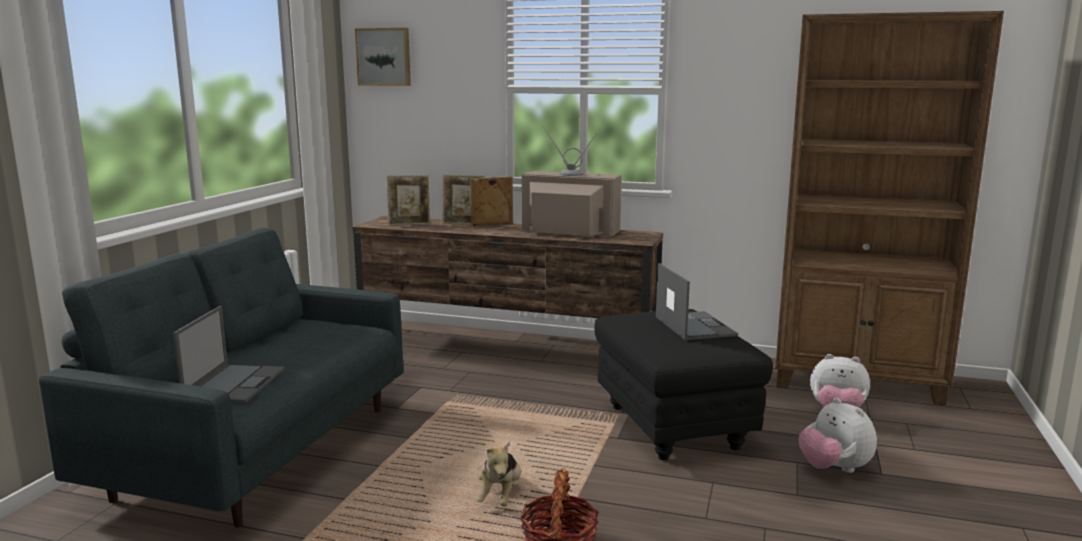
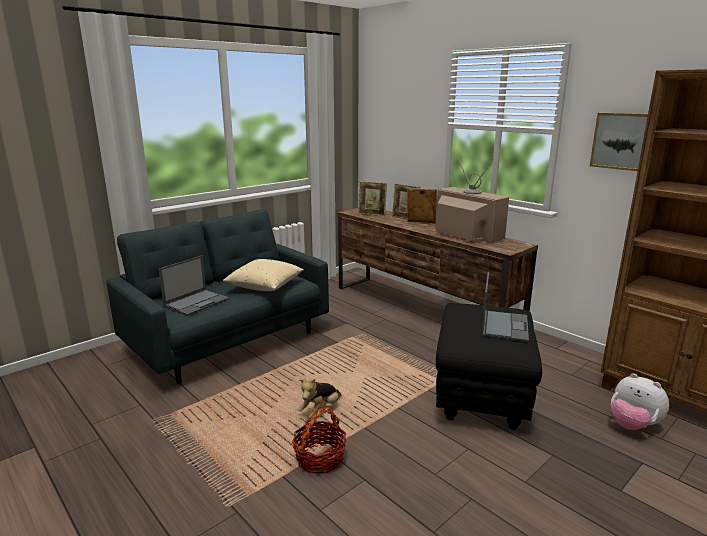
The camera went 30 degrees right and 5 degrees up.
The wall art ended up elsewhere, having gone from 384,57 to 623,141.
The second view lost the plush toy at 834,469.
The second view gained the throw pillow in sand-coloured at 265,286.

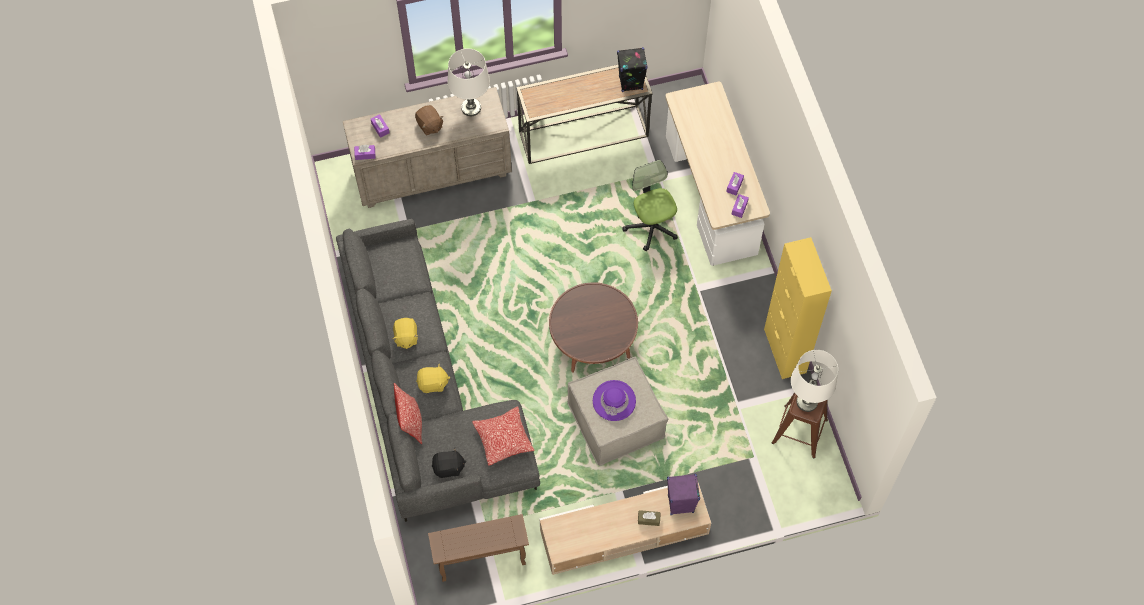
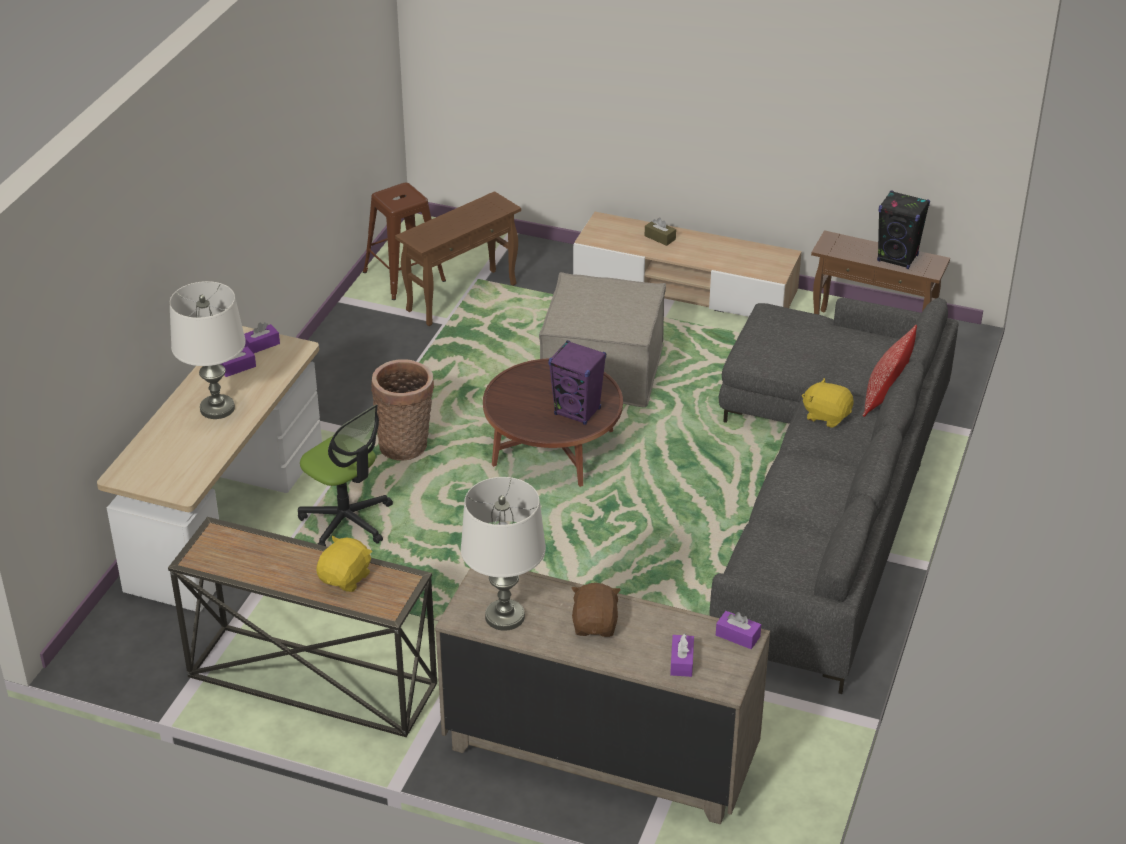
The camera went 145 degrees left and 25 degrees down.
The plush toy in yellowish ended up elsewhere, having gone from 406,337 to 346,578.
The second view lost the plush toy in blackish at 448,468.
The second view lost the throw pillow at 503,439.
The second view lost the clothing hat in purple at 614,401.
The loudspeaker in blackish ended up elsewhere, having gone from 630,83 to 898,258.
The desk chair at 651,226 ended up facing another way, 60 degrees counterclockwise from before.
The loudspeaker in purple ended up elsewhere, having gone from 680,504 to 577,412.
The second view lost the storage cabinet in yellowish at 785,351.
The tabletop lamp in whitish ended up elsewhere, having gone from 806,402 to 217,408.
The second view gained the household basket at 406,445.
The second view gained the side table in brownish at 461,297.

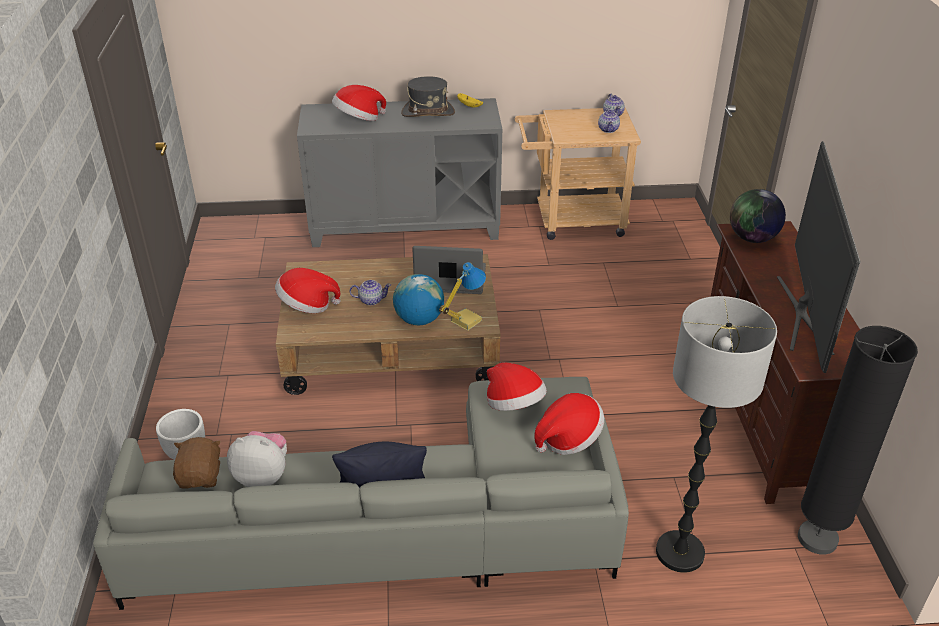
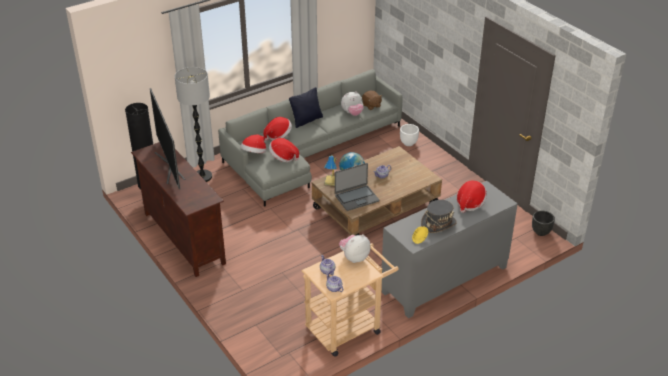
The camera went 150 degrees right and 0 degrees up.
The clothing hat ended up elsewhere, having gone from 307,305 to 278,135.
The second view lost the desk globe at 752,238.
The second view gained the plush toy at 354,257.
The second view gained the plant pot in blackish at 541,232.

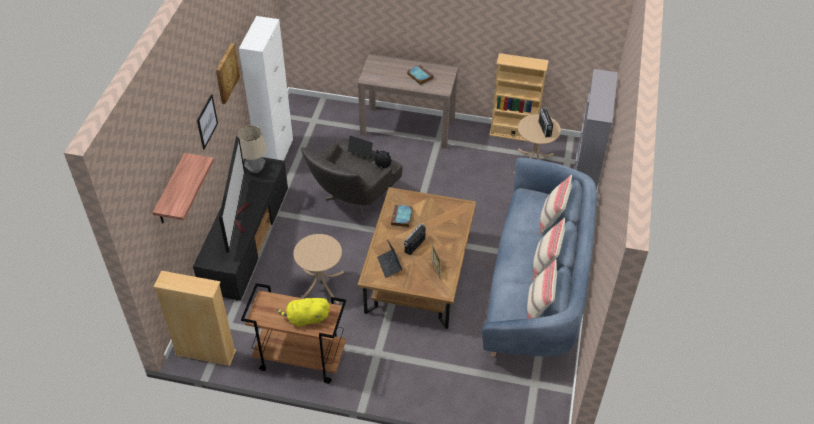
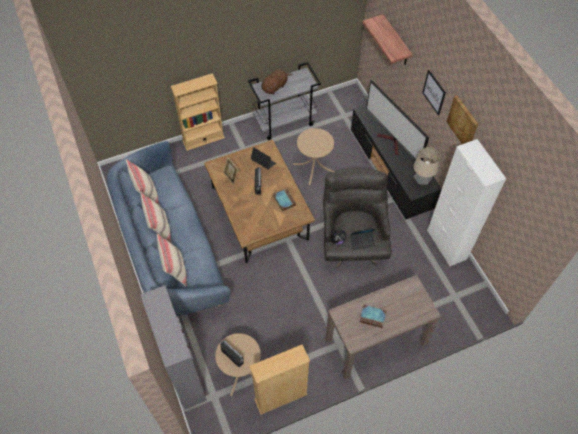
The camera went 145 degrees right and 10 degrees up.
The bookcase in sand-coloured ended up elsewhere, having gone from 205,353 to 203,139.
What was the cart in brownish at 300,359 turned into the cart in gray at 285,121.
What was the plush toy in yellowish at 306,318 turned into the plush toy in brownish at 275,86.

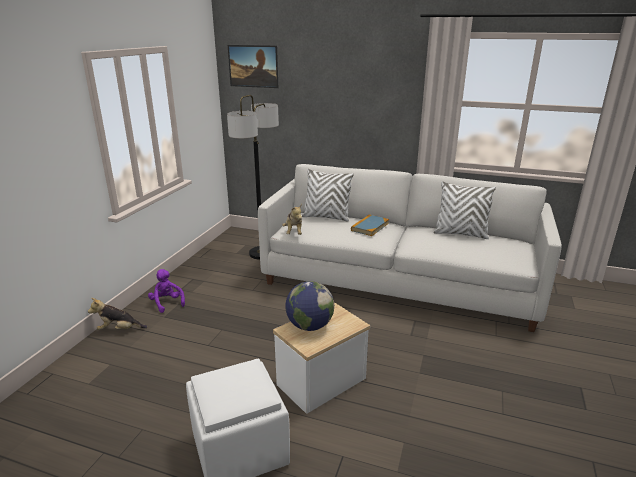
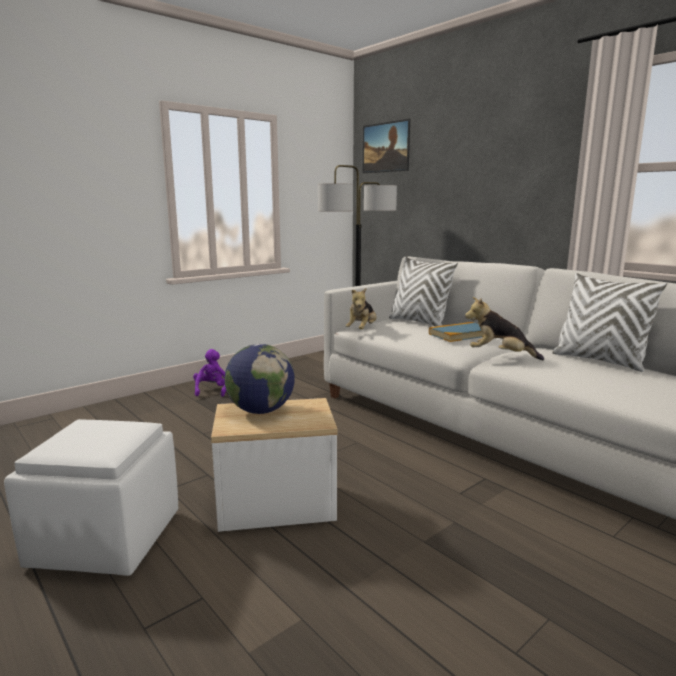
The camera went 30 degrees right and 10 degrees down.
The plush toy ended up elsewhere, having gone from 119,329 to 500,355.

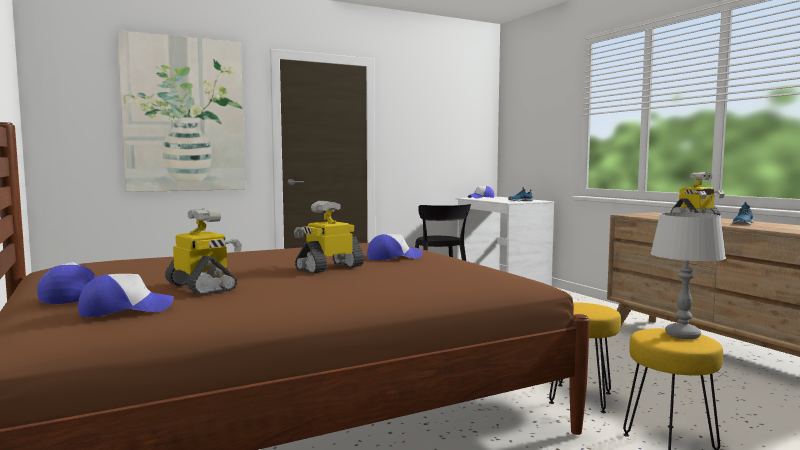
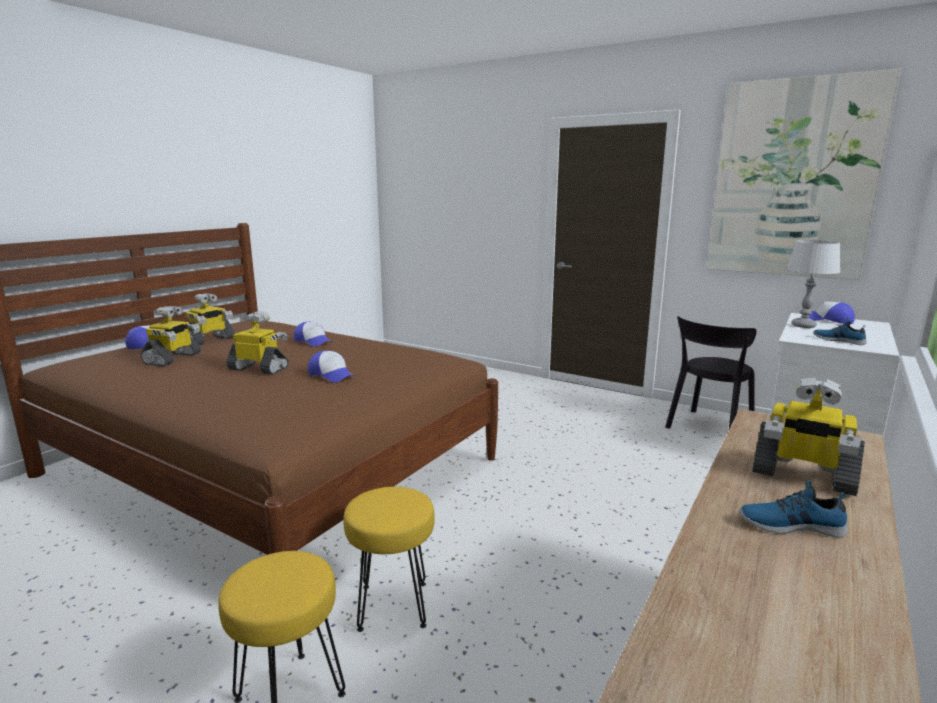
The camera went 60 degrees right and 10 degrees up.
The peaked cap ended up elsewhere, having gone from 126,310 to 313,341.
The wall art ended up elsewhere, having gone from 184,114 to 793,179.
The tabletop lamp in gray ended up elsewhere, having gone from 682,335 to 803,325.
The second view gained the robot figure at 209,340.

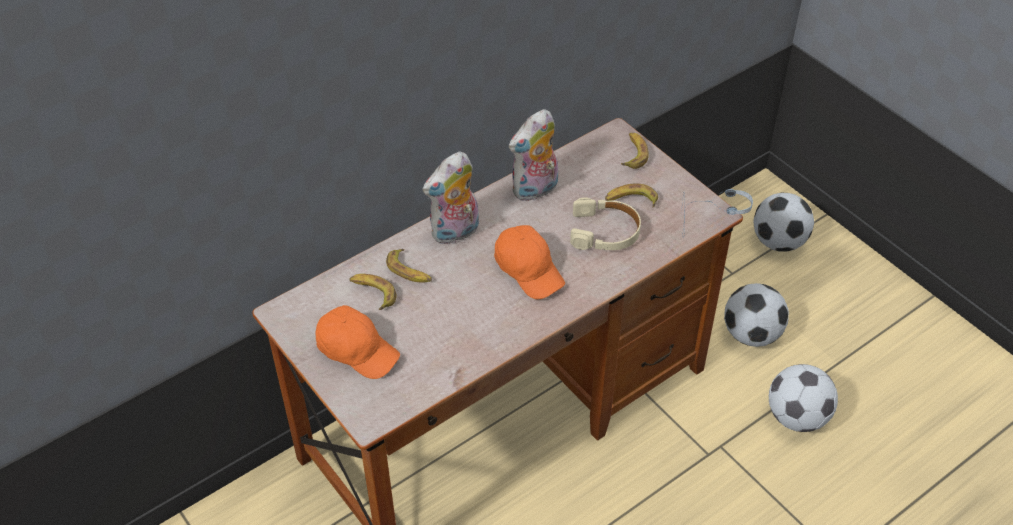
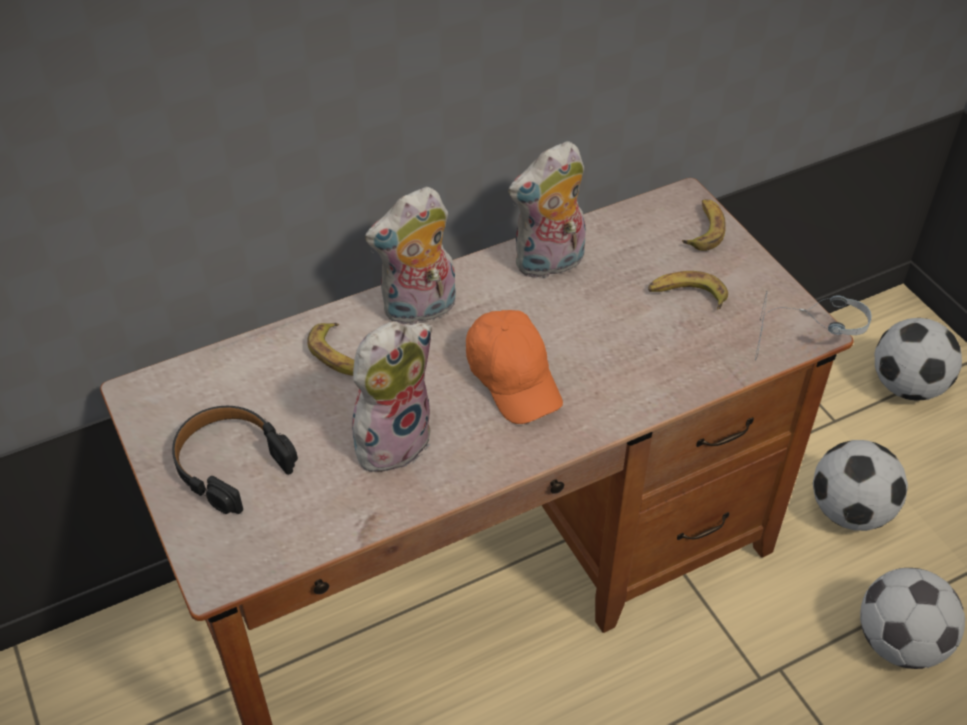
The camera went 10 degrees right and 0 degrees up.
Where the peaked cap in orange stood at 357,350, the pair of headphones in blackish came to stand at 231,464.
The second view lost the banana fruit at 372,293.
The second view lost the pair of headphones in sand-coloured at 605,232.
The second view gained the plush toy at 392,439.

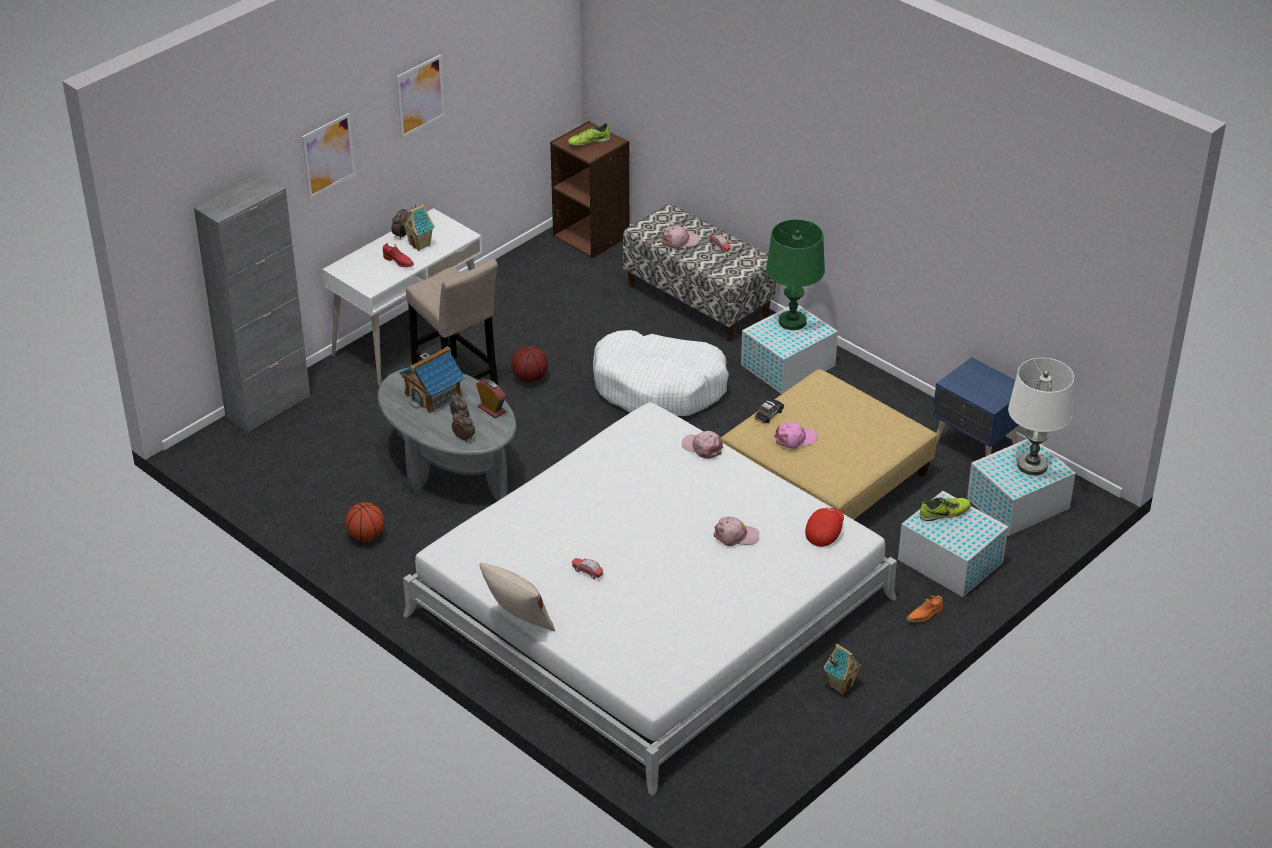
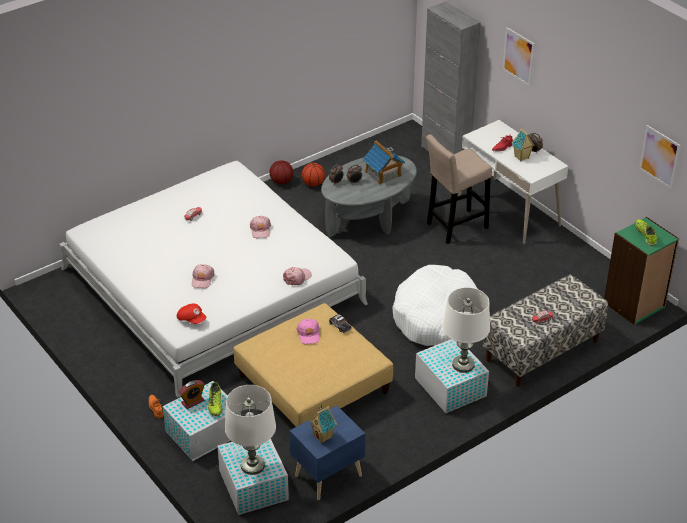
The camera went 100 degrees right and 0 degrees up.
The wall art ended up elsewhere, having gone from 420,96 to 659,157.
The alarm clock ended up elsewhere, having gone from 491,409 to 192,402.
The second view lost the throw pillow in sand-coloured at 518,622.
The ball for basketball ended up elsewhere, having gone from 530,377 to 281,182.
What was the bookcase in brownish at 592,236 turned into the bookcase in green-coloured at 634,305.
The peaked cap in pinkish ended up elsewhere, having gone from 680,241 to 260,230.
What was the tabletop lamp in green-coloured at 792,322 turned into the tabletop lamp in whitish at 463,365.
The miniature house ended up elsewhere, having gone from 840,685 to 323,436.

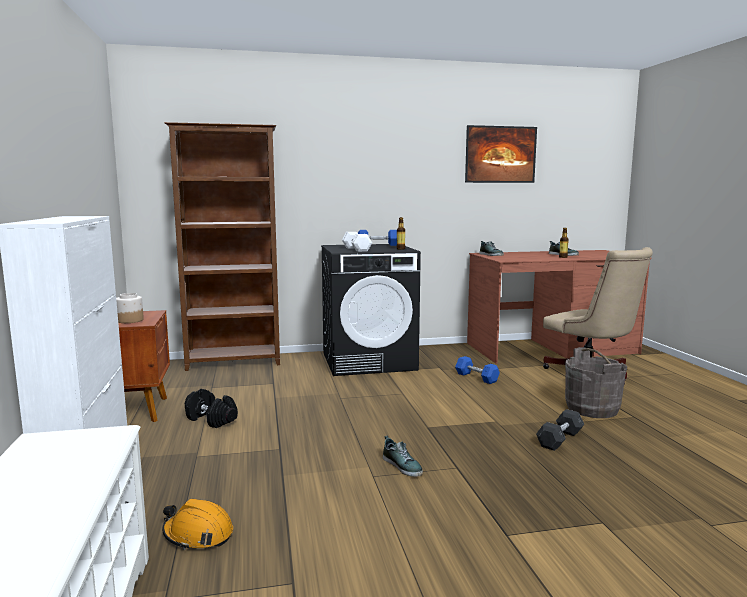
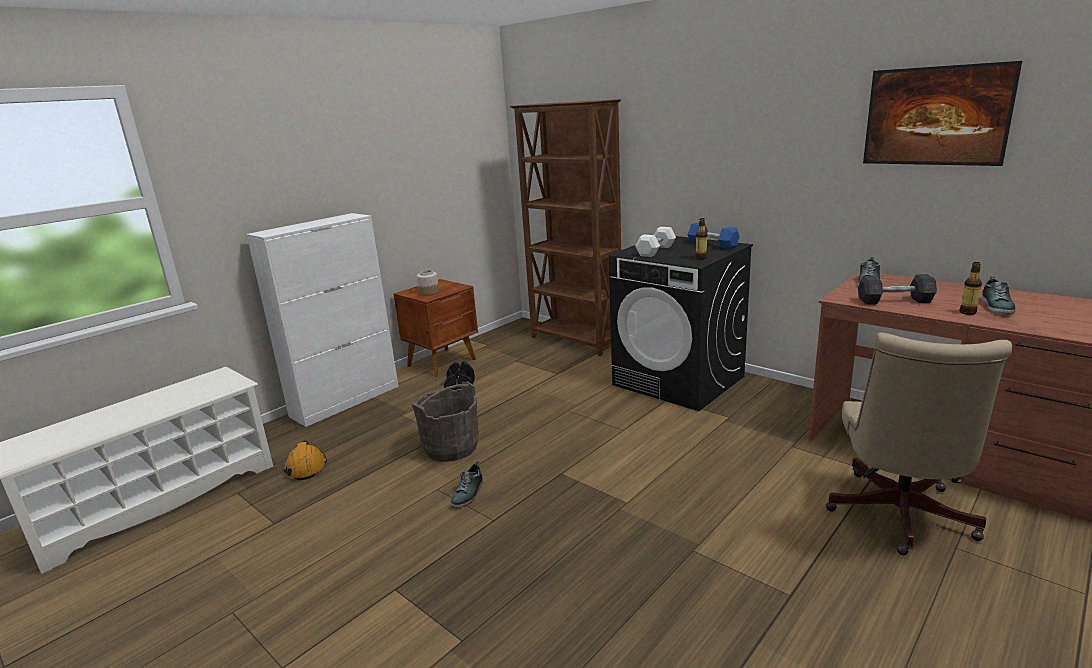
The camera went 55 degrees right and 10 degrees up.
The second view lost the hand weight in bluish at 476,377.
The hand weight in gray ended up elsewhere, having gone from 560,439 to 894,301.
The bucket in gray ended up elsewhere, having gone from 592,409 to 451,447.

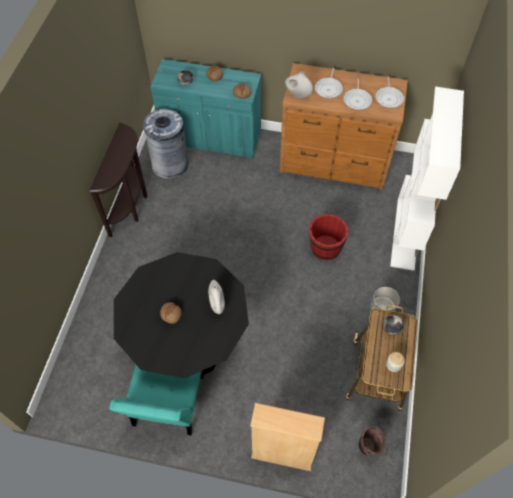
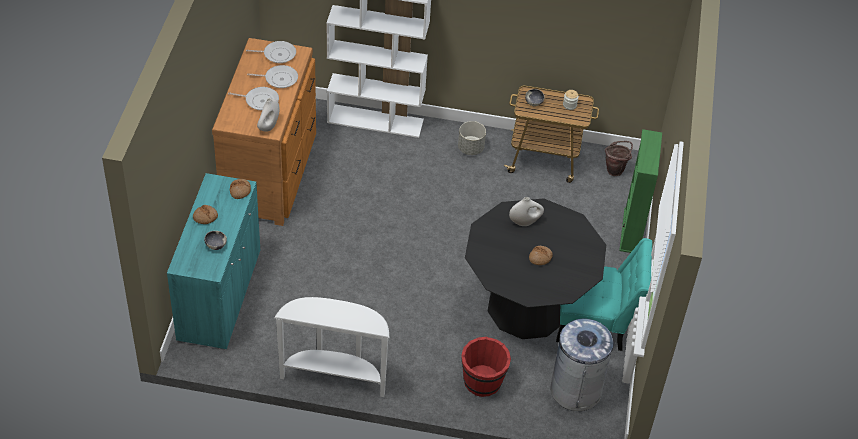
The camera went 95 degrees left and 10 degrees down.
What was the narrow table in brownish at 131,206 turned into the narrow table in whitish at 334,376.
The waste bin in gray ended up elsewhere, having gone from 170,164 to 576,389.
What was the bookcase in sand-coloured at 282,455 turned into the bookcase in green-coloured at 631,231.
The bucket in red ended up elsewhere, having gone from 325,248 to 482,382.

